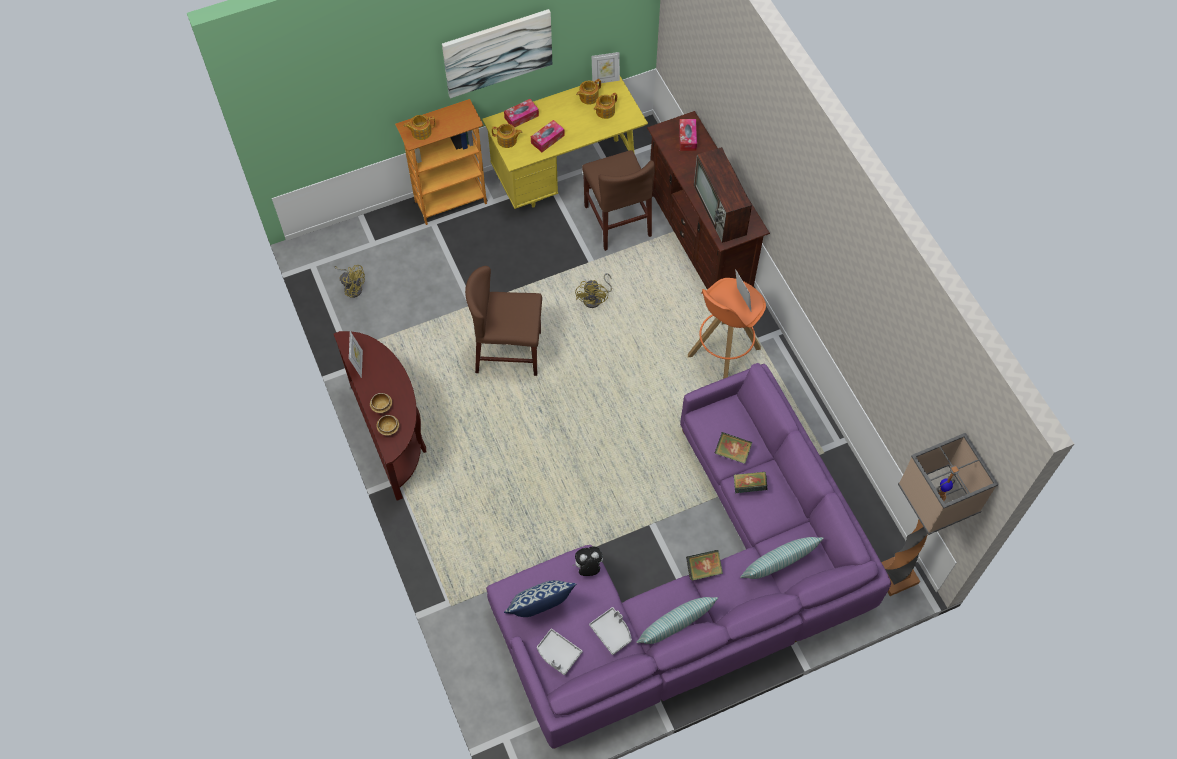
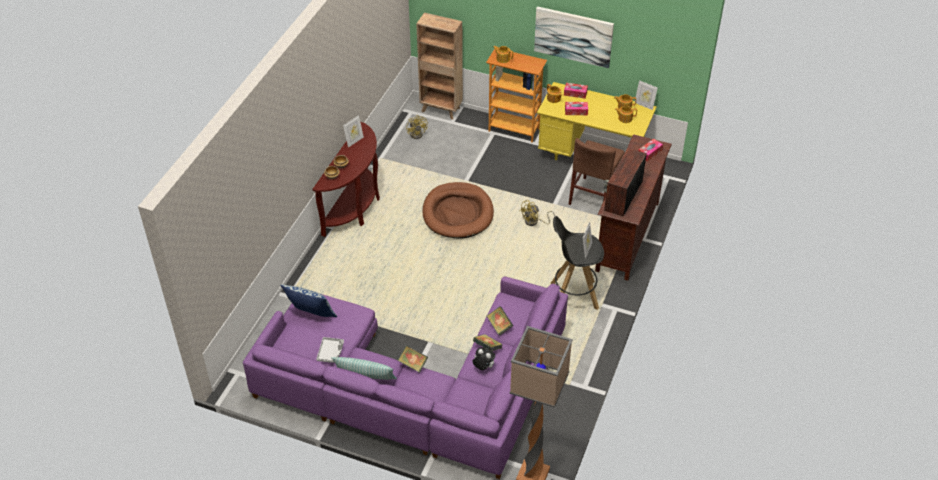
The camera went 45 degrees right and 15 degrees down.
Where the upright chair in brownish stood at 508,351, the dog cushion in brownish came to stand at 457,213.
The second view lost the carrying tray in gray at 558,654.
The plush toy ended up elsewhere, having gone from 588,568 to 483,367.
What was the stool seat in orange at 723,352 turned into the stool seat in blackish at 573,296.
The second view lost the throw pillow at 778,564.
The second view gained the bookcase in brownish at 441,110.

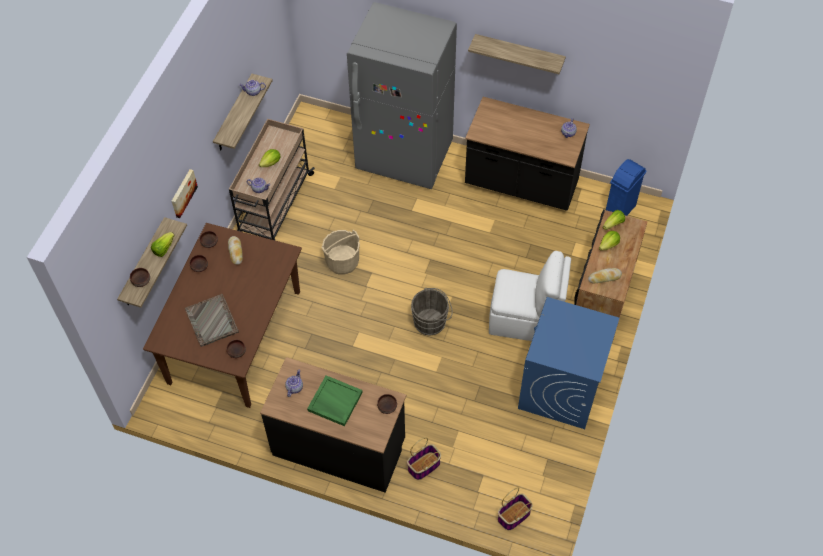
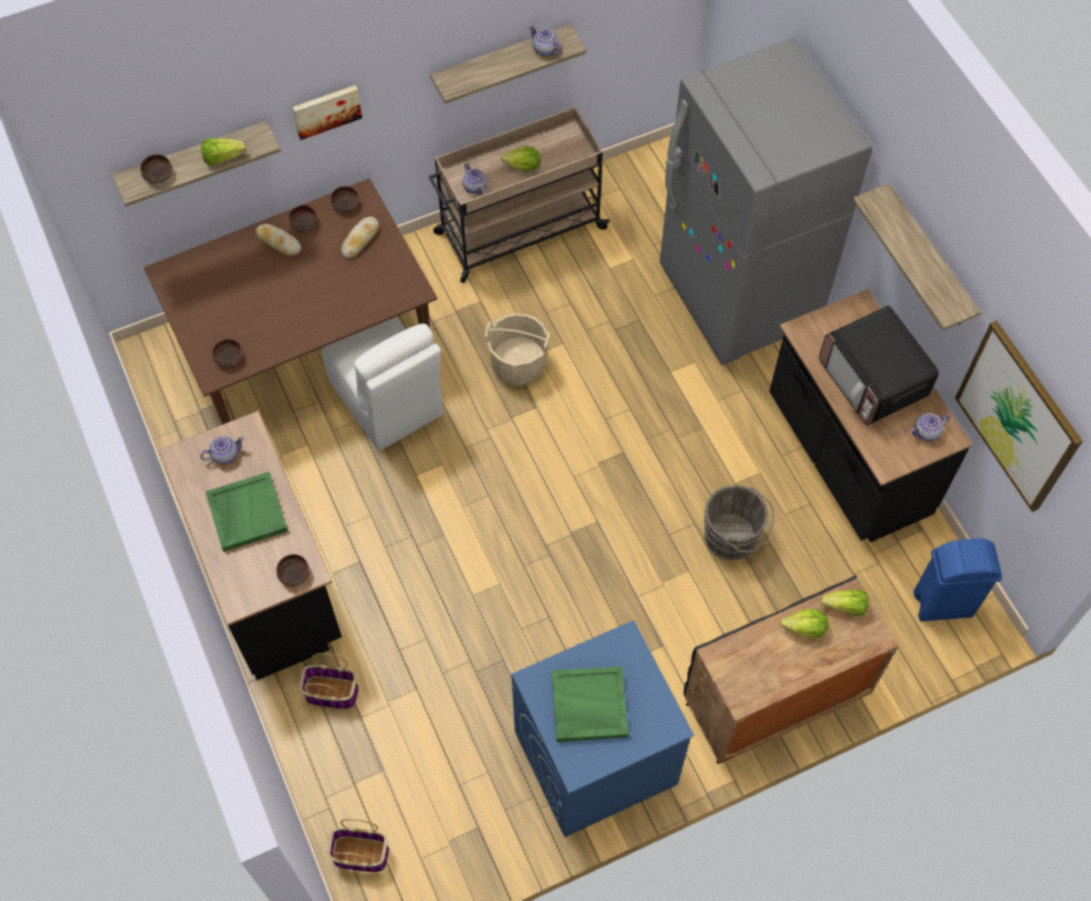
The camera went 45 degrees right and 5 degrees up.
The second view lost the carrying tray in gray at 212,321.
The bucket in gray ended up elsewhere, having gone from 431,322 to 733,539.
The upright chair in whitish ended up elsewhere, having gone from 524,320 to 387,400.
The baked bread ended up elsewhere, having gone from 604,277 to 278,242.
The second view gained the carrying tray in green-coloured at 588,706.
The second view gained the microwave at 872,380.
The second view gained the wall art at 1017,417.

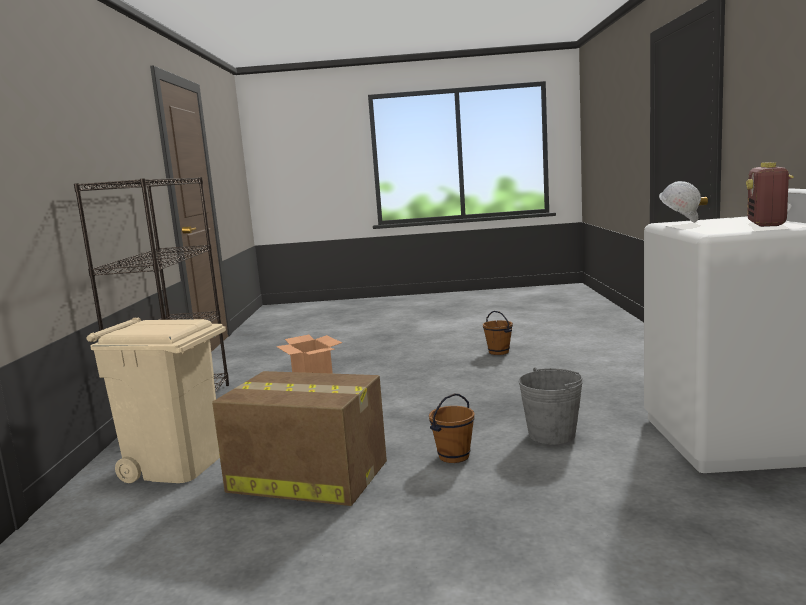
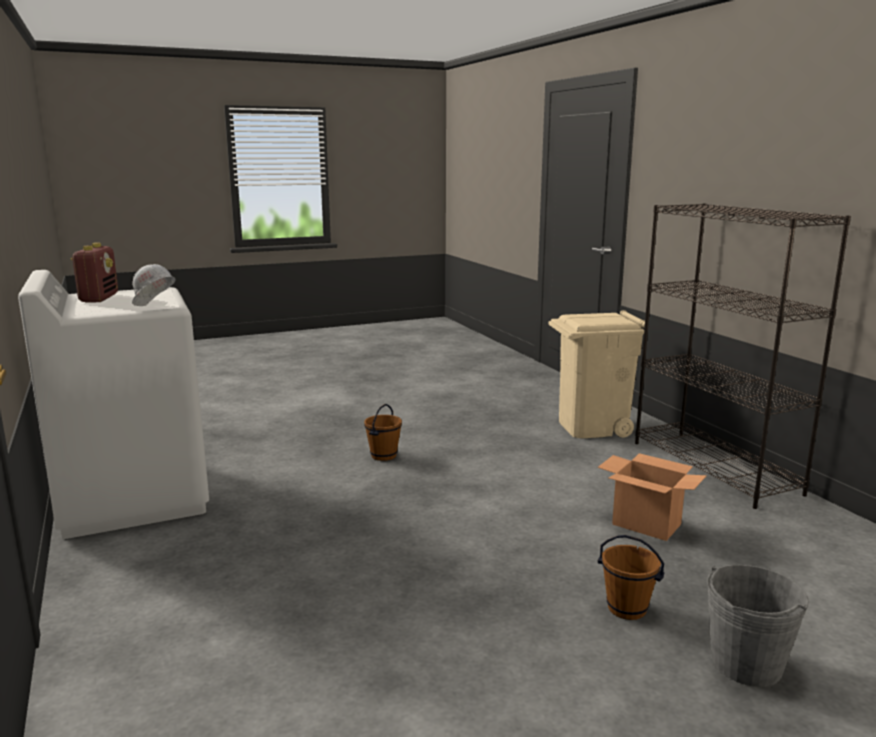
The camera went 155 degrees right and 5 degrees up.
The second view lost the cardboard box at 306,476.
The bucket in brownish ended up elsewhere, having gone from 499,352 to 626,609.
The bucket in gray ended up elsewhere, having gone from 552,435 to 746,663.

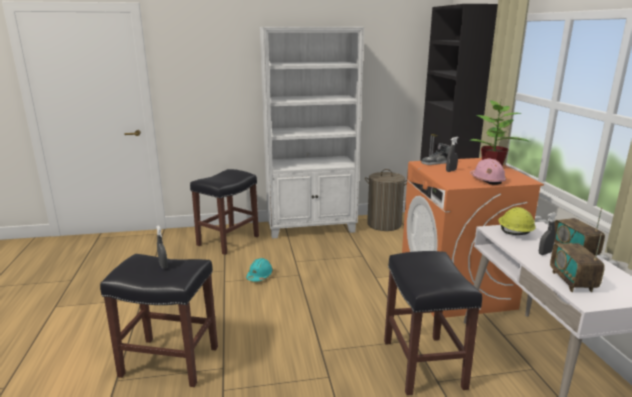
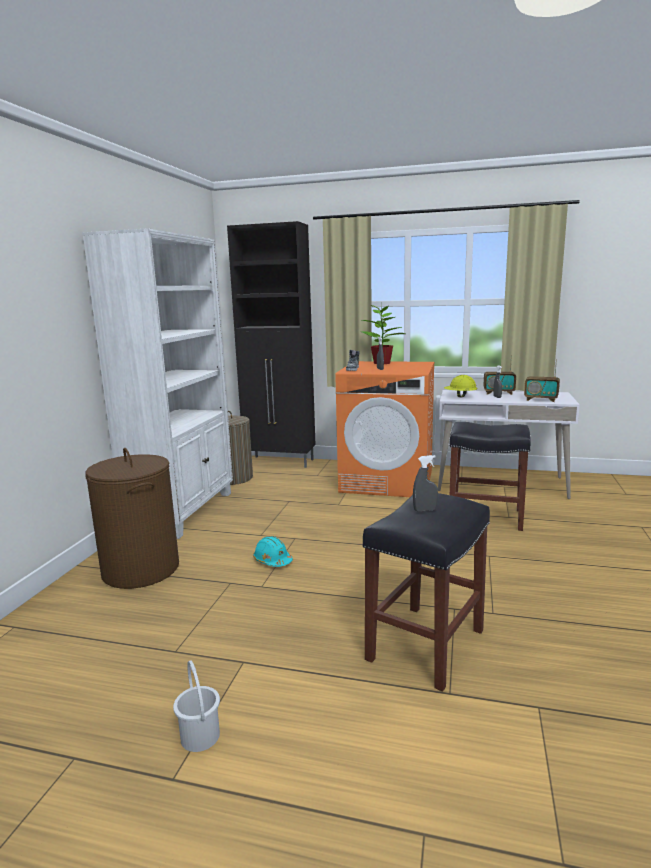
The camera went 65 degrees left and 5 degrees down.
Where the stool seat in blackish stood at 228,241, the hamper in brownish came to stand at 141,569.
The second view lost the hard hat in pinkish at 487,180.
The second view gained the bucket in whitish at 199,736.

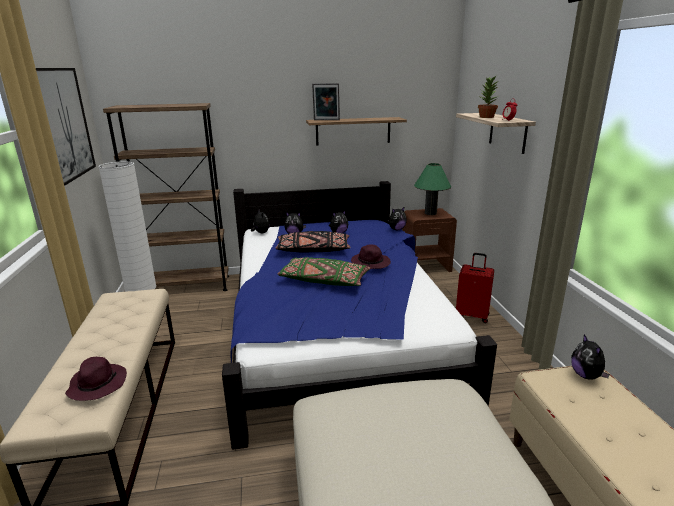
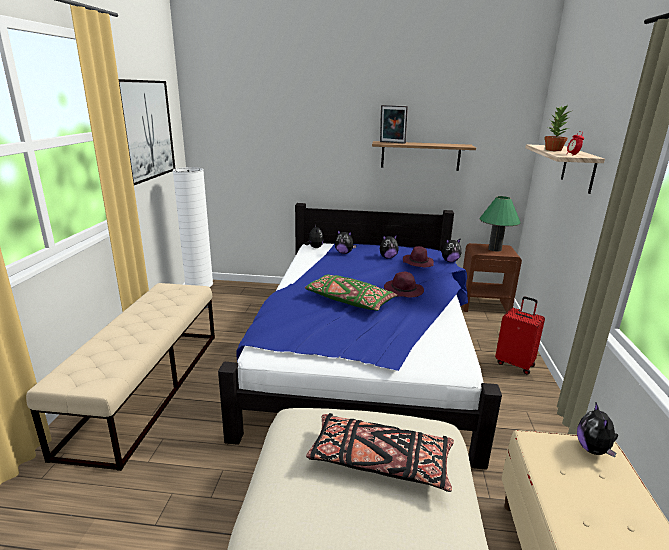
The camera went 15 degrees right and 0 degrees up.
The clothing hat in purple ended up elsewhere, having gone from 97,384 to 417,263.
The second view lost the bookcase in brownish at 187,286.
The throw pillow in blackish ended up elsewhere, having gone from 313,250 to 379,461.

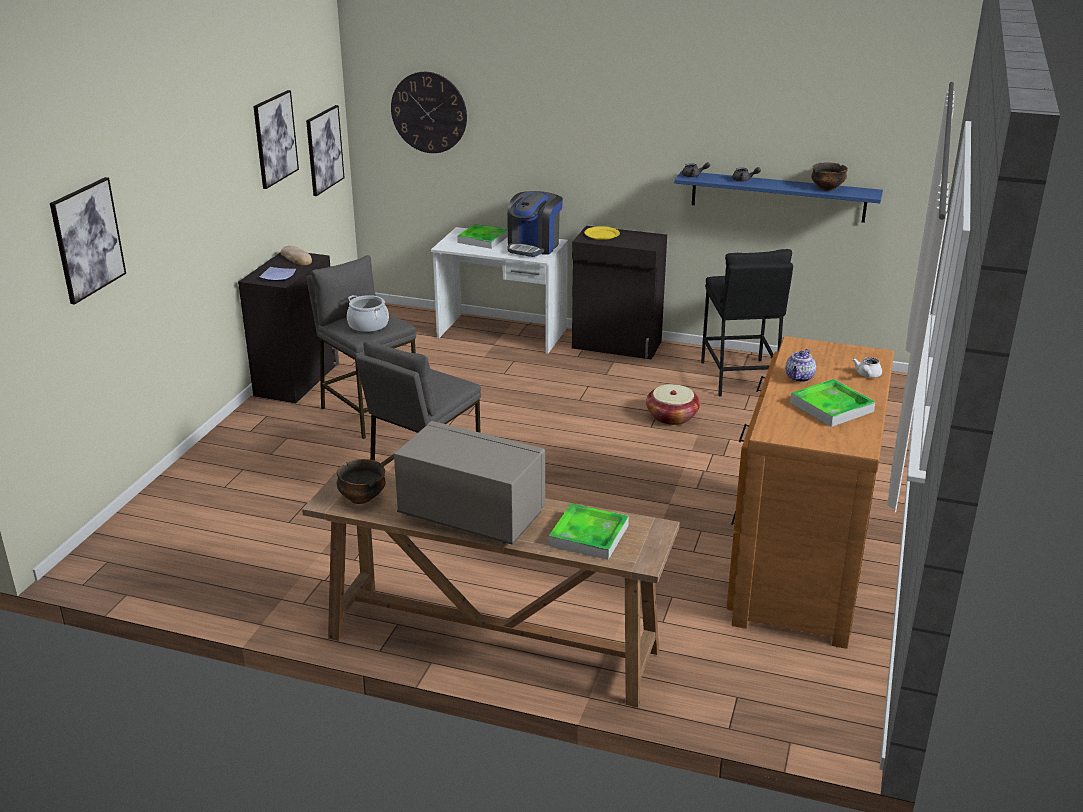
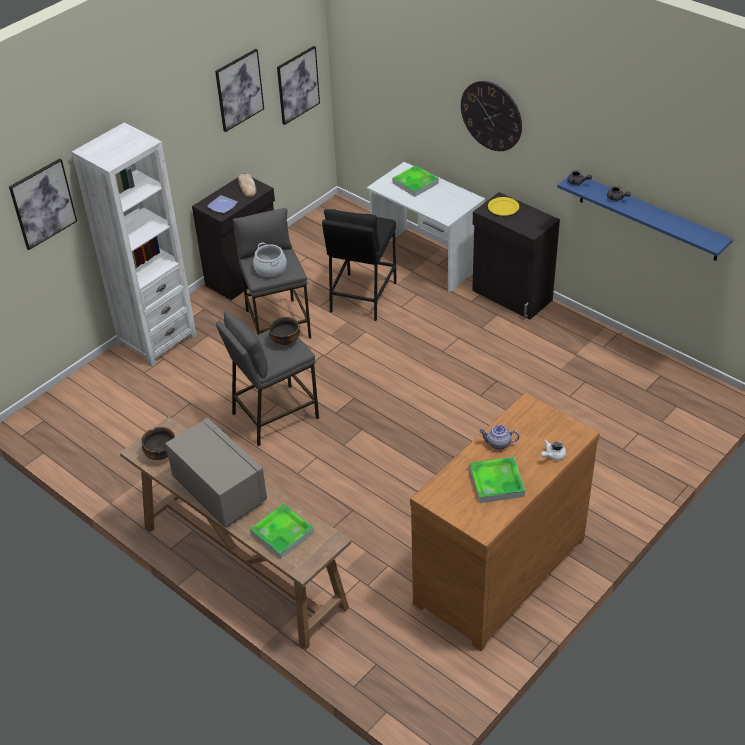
The camera went 25 degrees right and 15 degrees up.
The hanging clock ended up elsewhere, having gone from 429,112 to 491,116.
The second view lost the coffee machine at 533,246.
The second view lost the household basket at 672,416.
The stool seat in blackish ended up elsewhere, having gone from 739,377 to 362,297.
The teapot at 799,378 ended up facing another way, 45 degrees clockwise from before.
The deep dish ended up elsewhere, having gone from 827,188 to 285,341.
The second view gained the bookcase in whitish at 157,340.

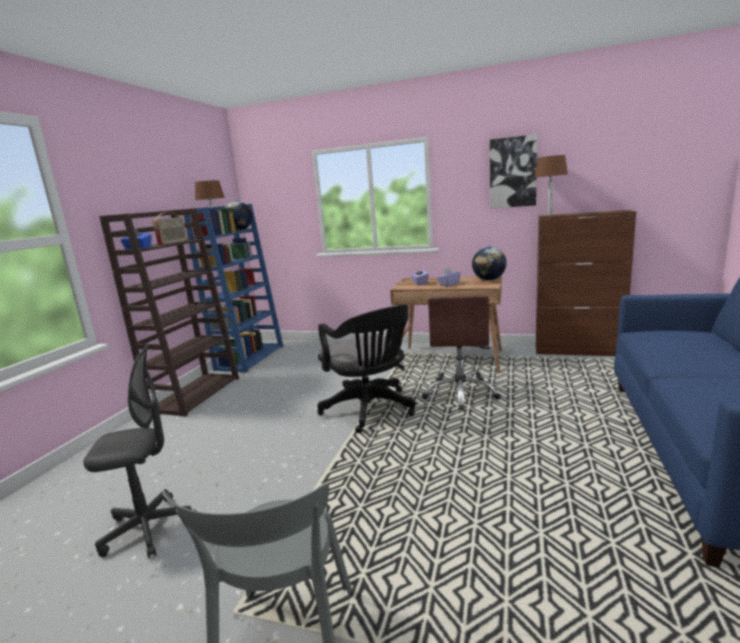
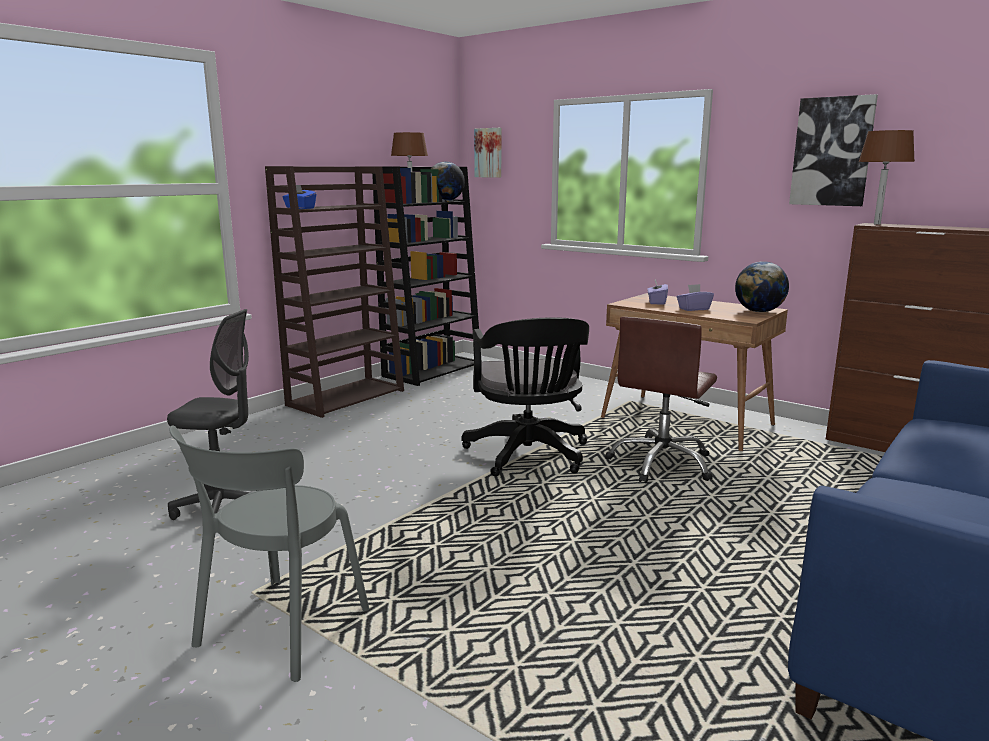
The camera went 20 degrees right and 0 degrees up.
The second view lost the radio at 173,242.
What was the bookcase in bluish at 250,357 turned into the bookcase in blackish at 432,370.
The second view gained the wall art at 489,153.

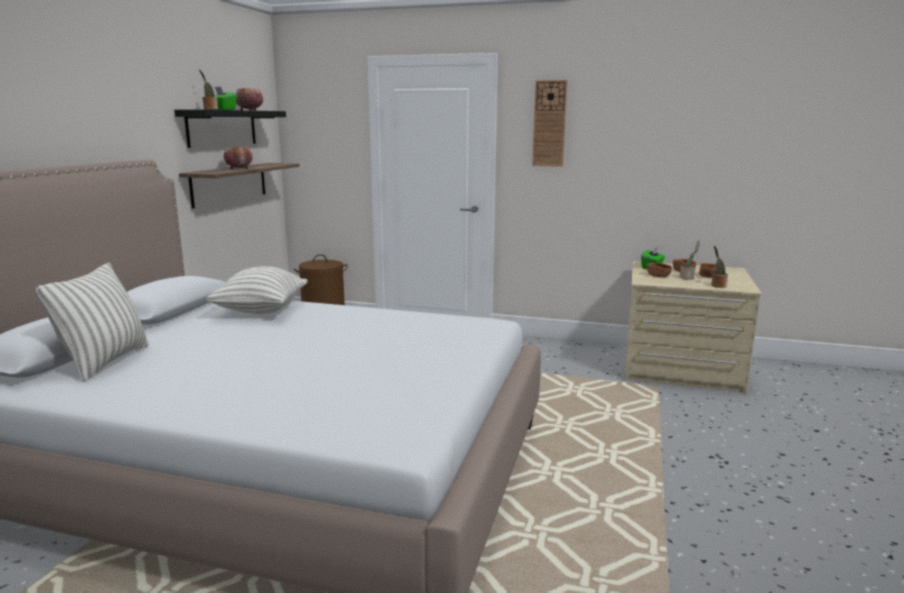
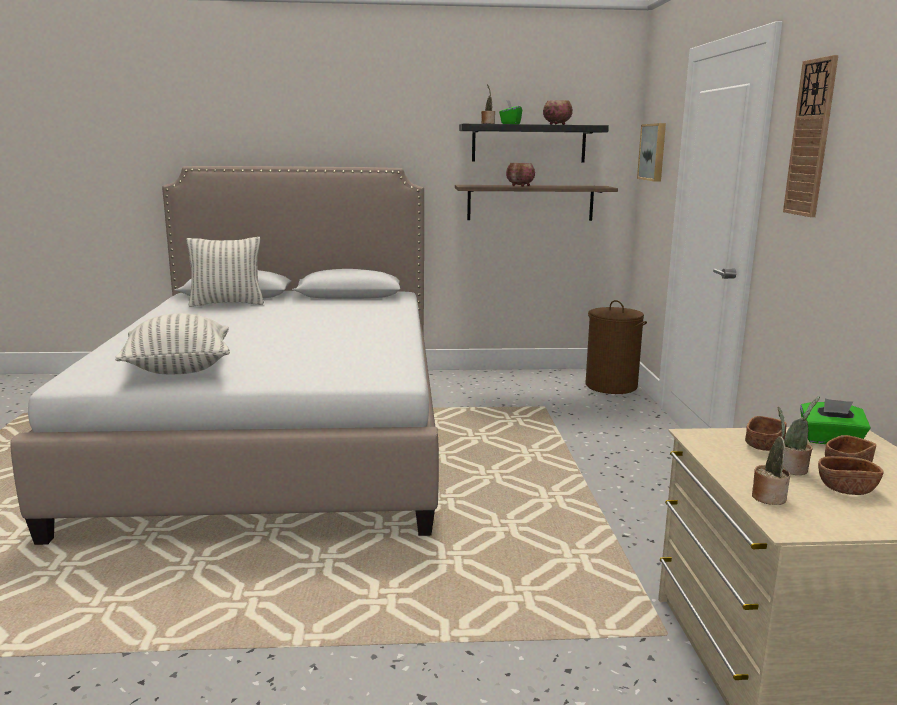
The camera went 70 degrees right and 0 degrees up.
The throw pillow ended up elsewhere, having gone from 261,311 to 179,369.
The second view gained the wall art at 654,152.

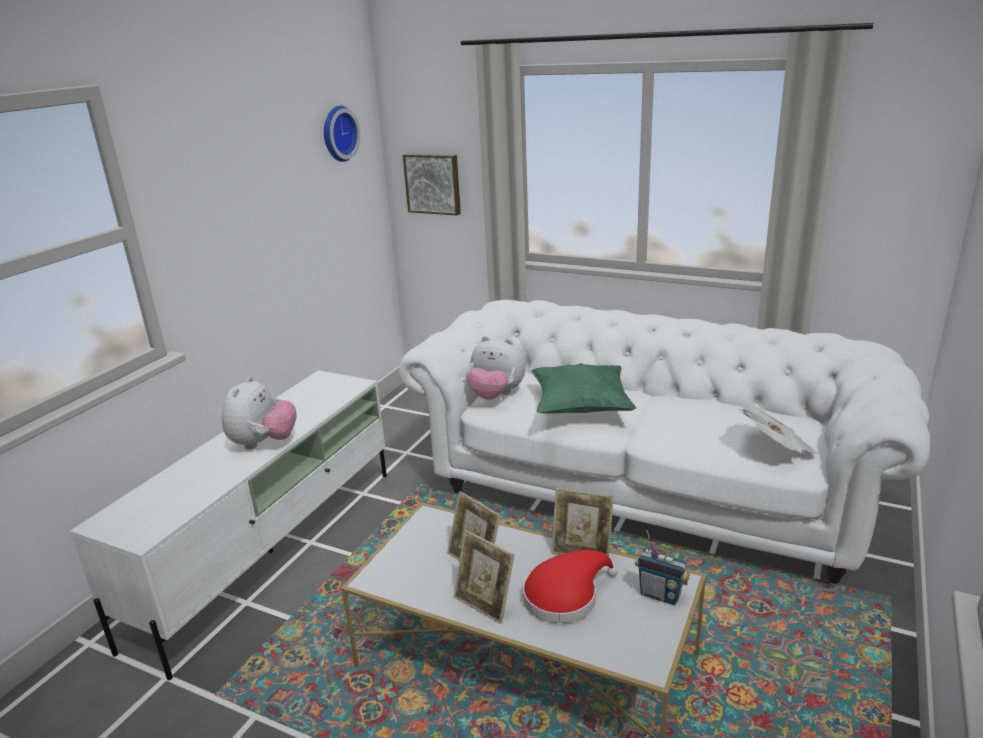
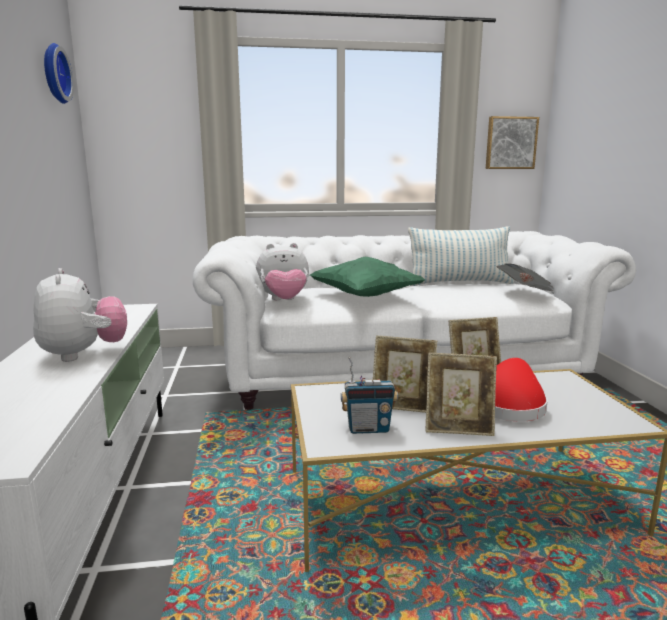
The camera went 35 degrees left and 10 degrees down.
The wall art ended up elsewhere, having gone from 433,183 to 510,143.
The radio ended up elsewhere, having gone from 660,595 to 368,429.
The second view gained the throw pillow at 459,283.

